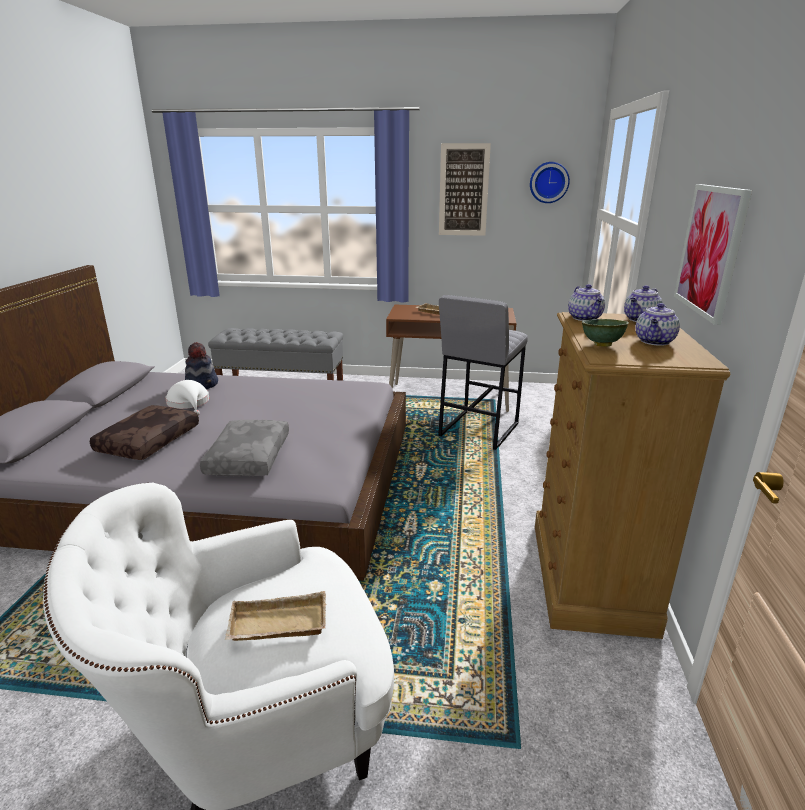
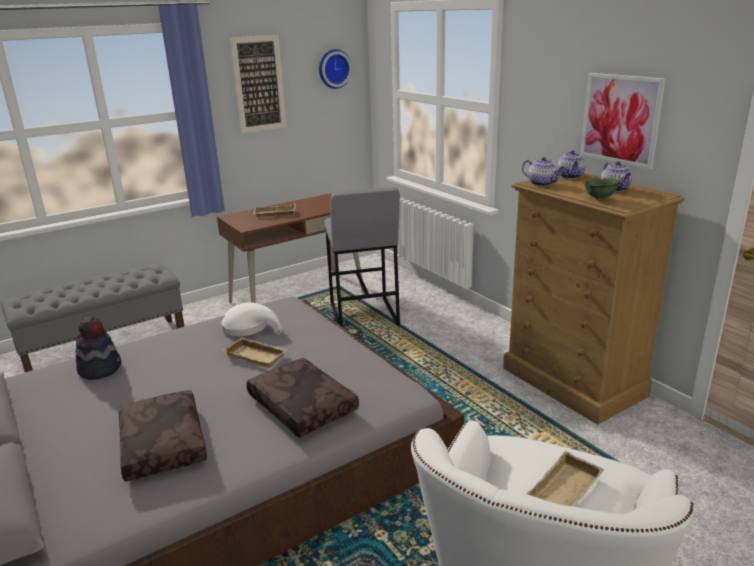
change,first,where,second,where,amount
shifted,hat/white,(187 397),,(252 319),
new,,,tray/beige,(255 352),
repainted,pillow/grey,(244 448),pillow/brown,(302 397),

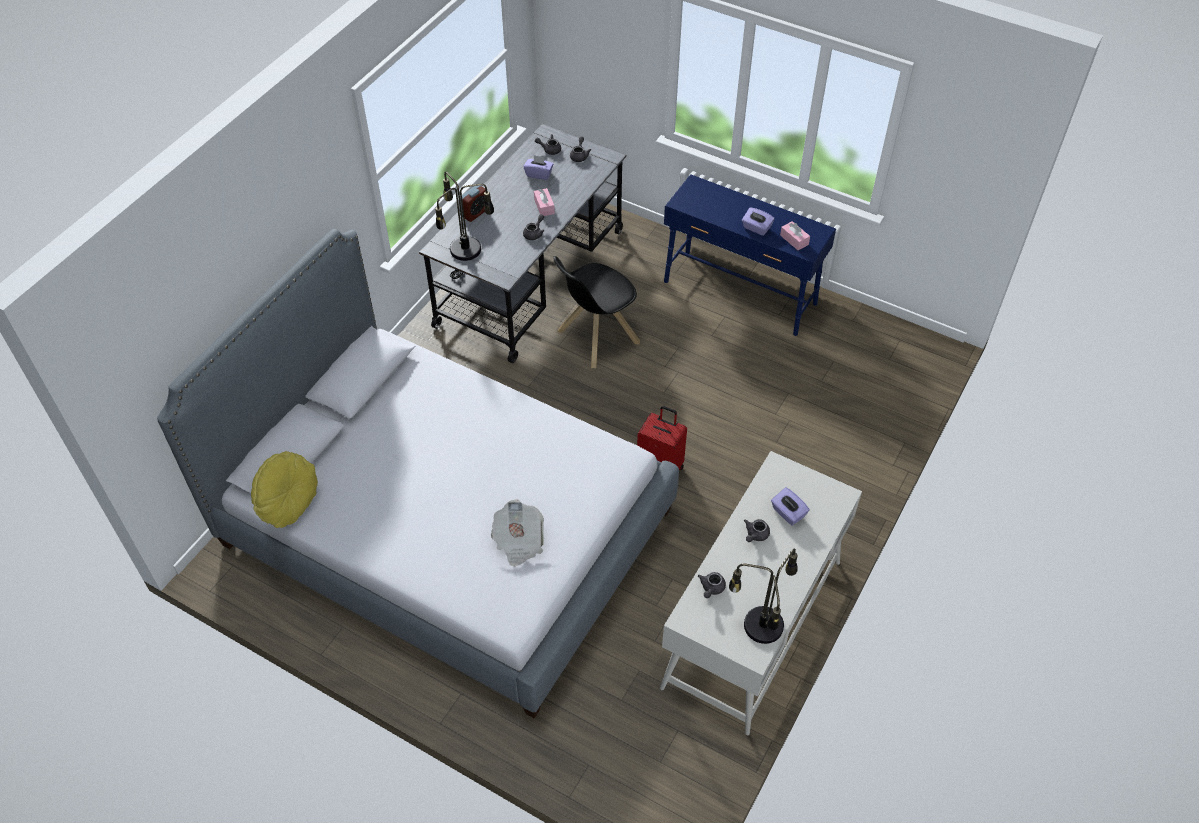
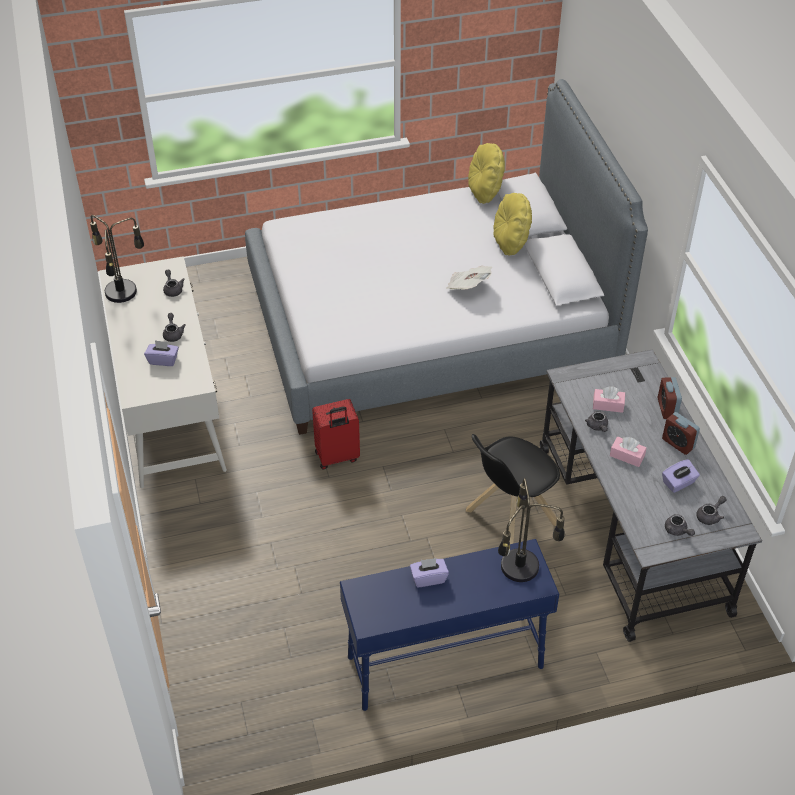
change,first,where,second,where,amount
shifted,newspaper,(517 533),,(469 278),
rotated,chair/black,(596 312),,(512 489),135 degrees counterclockwise
new,,,pillow/yellow,(512 224),
shifted,table lamp,(464 216),,(531 530),
shifted,tissue box/pink,(795 235),,(609 399),
new,,,alarm clock,(681 433),

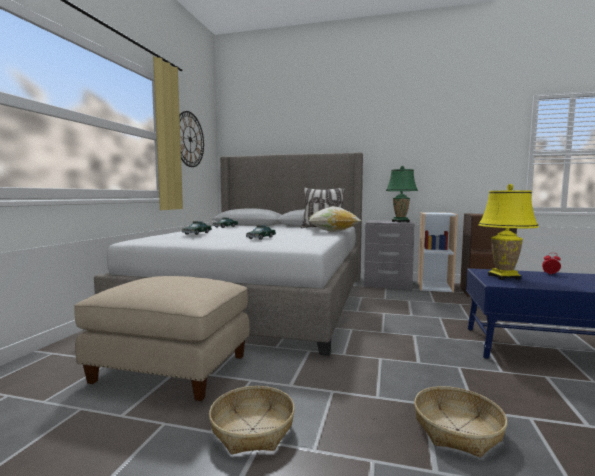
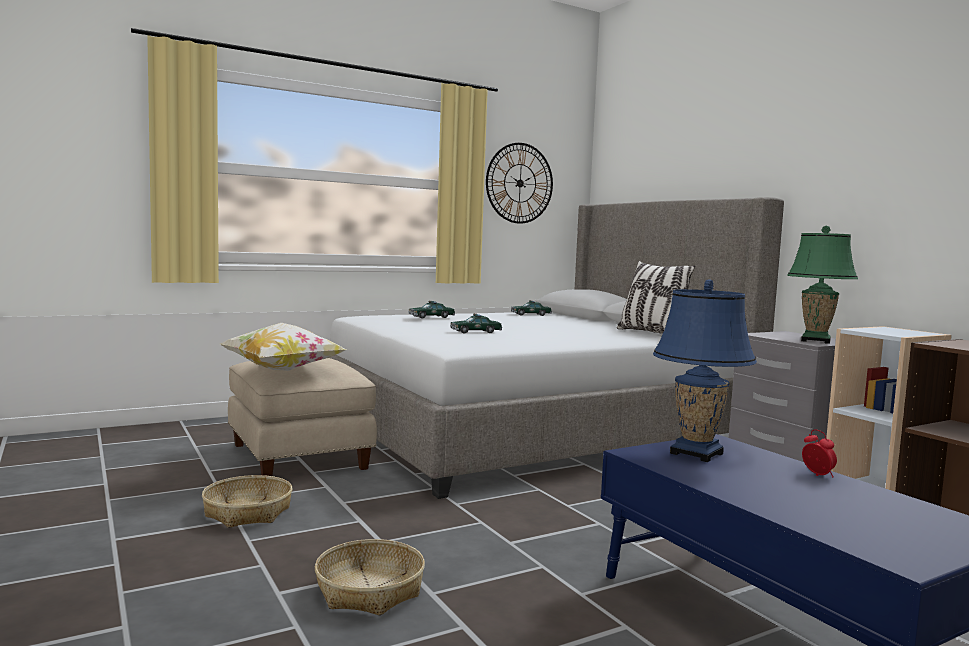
change,first,where,second,where,amount
shifted,pillow,(335 219),,(284 347),
repainted,table lamp/yellow,(508 232),table lamp/blue,(705 370),

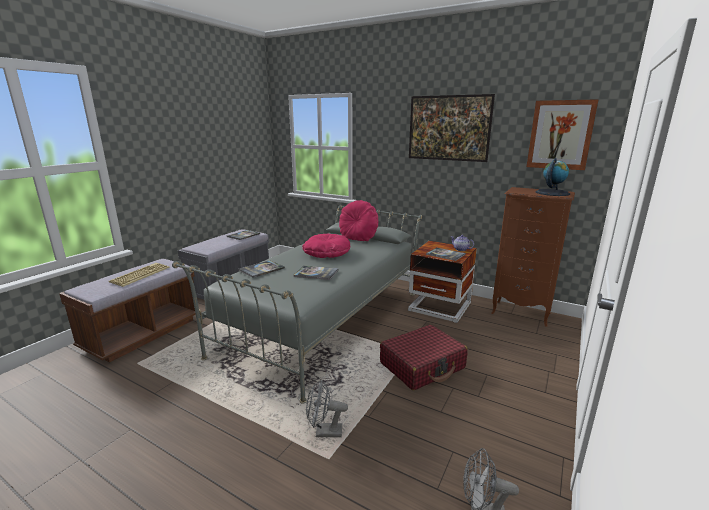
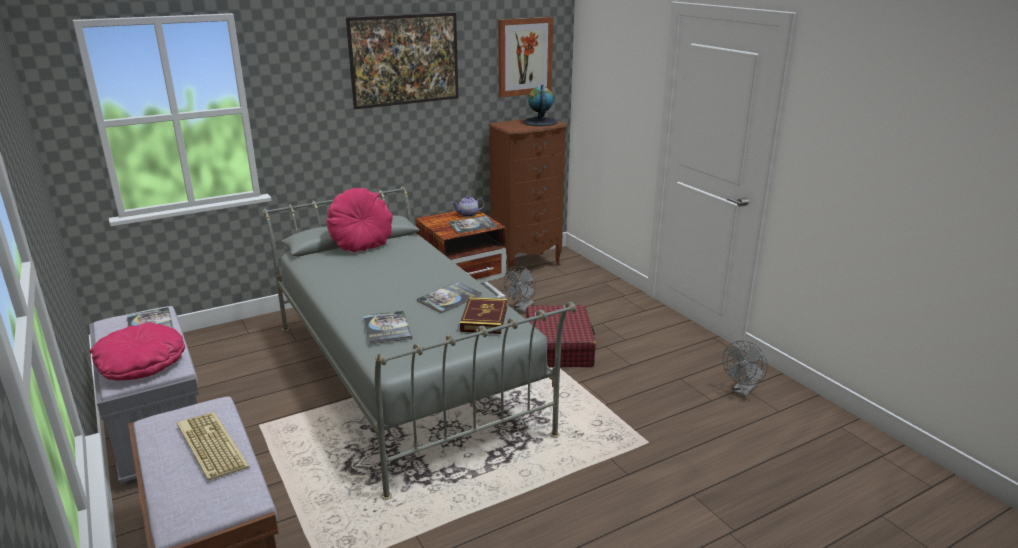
change,first,where,second,where,amount
shifted,pillow/pink,(326 246),,(137 351),
new,,,book,(483 315),
shifted,fan/grey,(327 408),,(520 289),

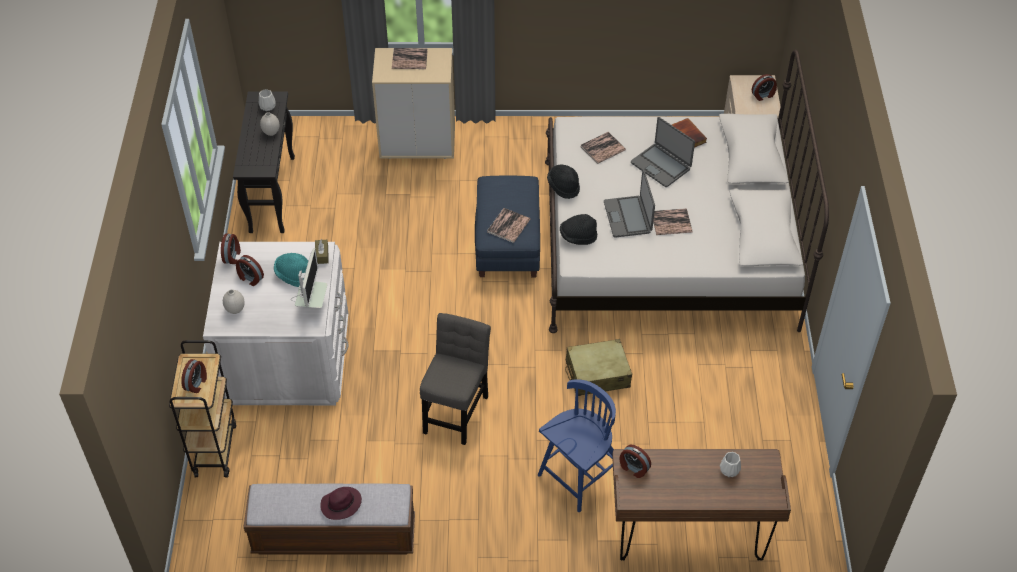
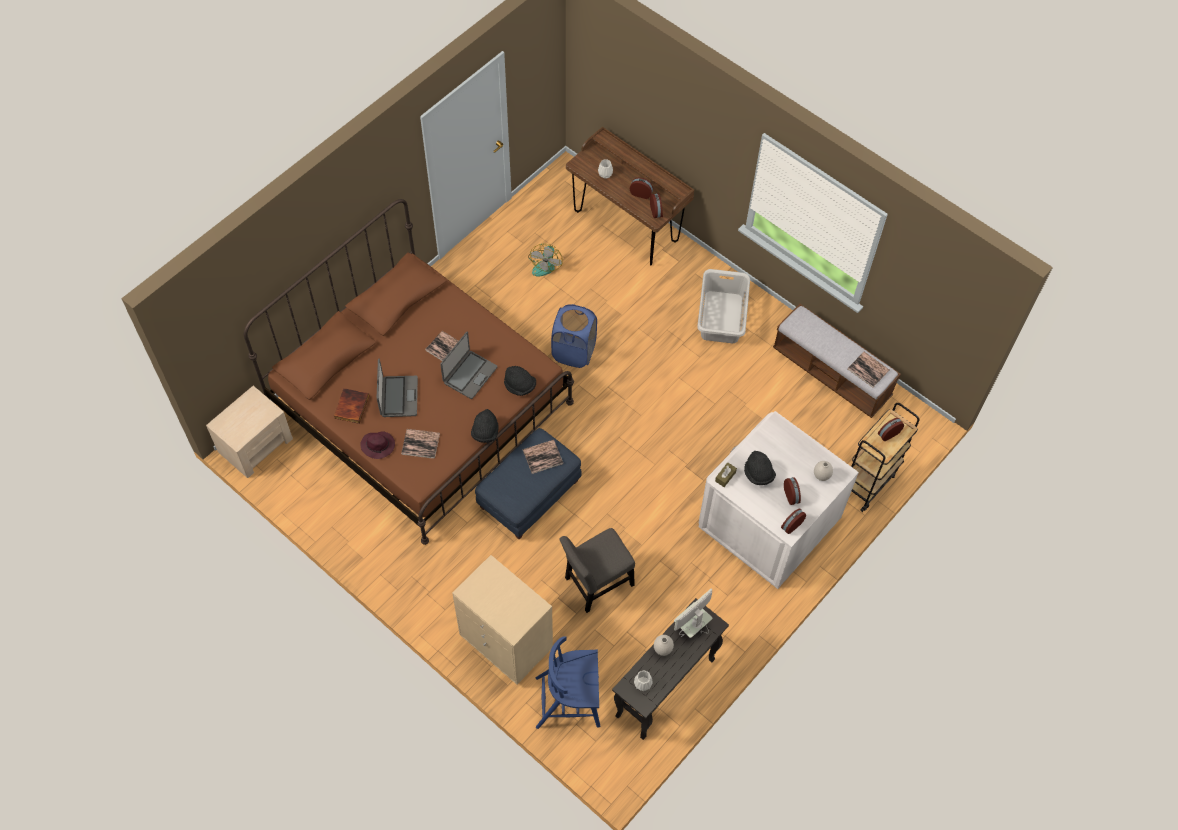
change,first,where,second,where,amount
repainted,bed/white,(687 191),bed/brown,(409 372),
shifted,hat/purple,(341 503),,(377 445),
new,,,fan,(545 260),
shifted,chair/blue,(577 445),,(567 682),
swapped,suitcase/beige,(598 367),laundry basket/blue,(574 336),
shifted,chair/grey,(455 379),,(597 570),
shifted,alarm clock,(764 87),,(641 188),
shifted,monitor,(309 278),,(693 613),
new,,,laundry basket/grey,(723 306),
repainted,hat/turquoise,(291 270),hat/black,(760 468),
shifted,book,(410 58),,(868 370),

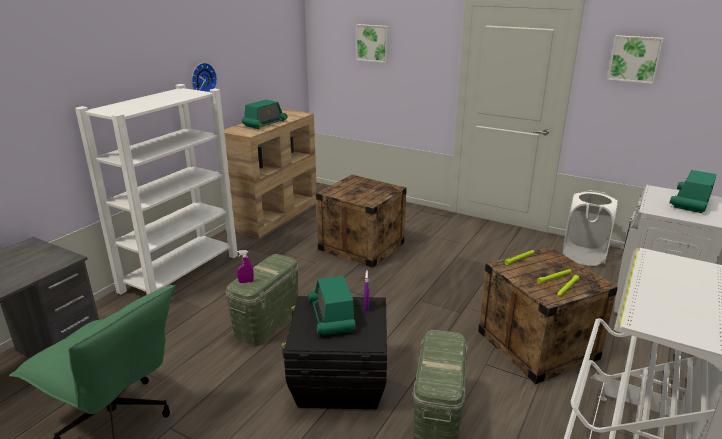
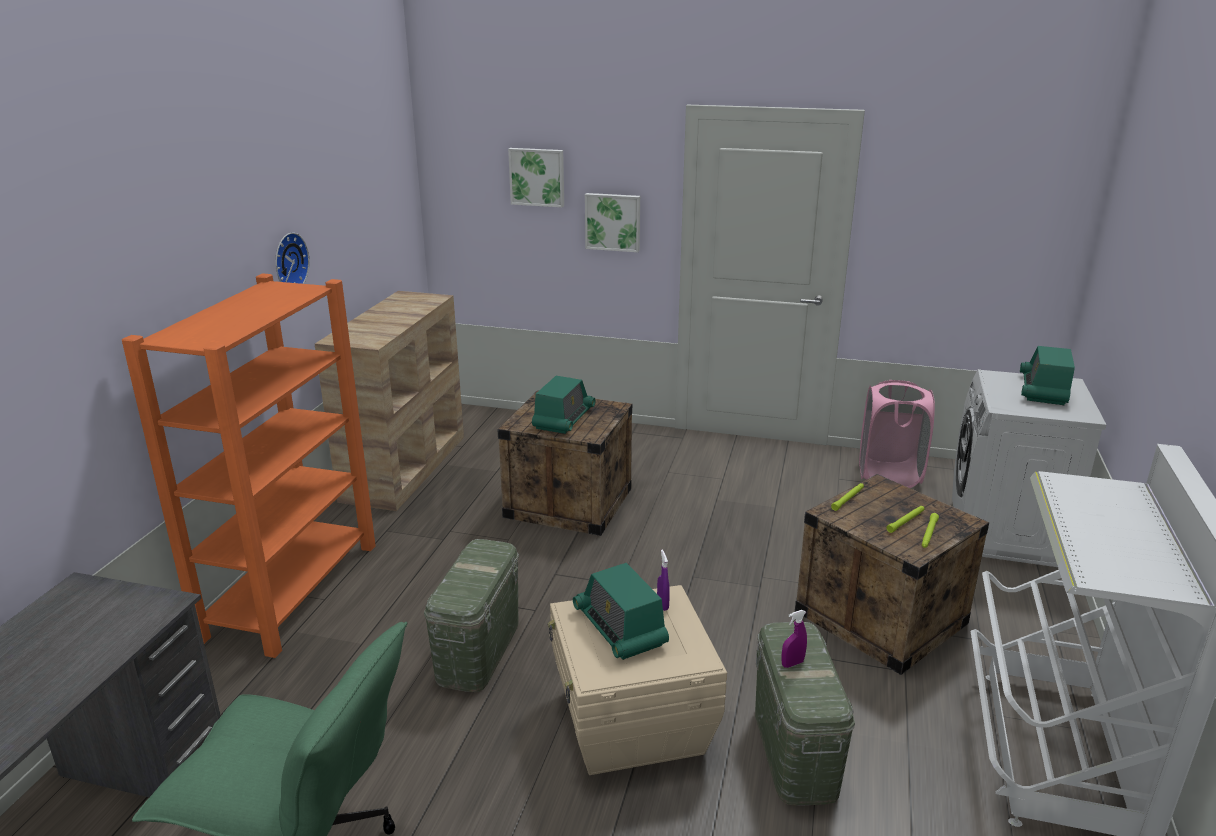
change,first,where,second,where,amount
repainted,bookcase/white,(156 189),bookcase/orange,(249 465),
shifted,radio,(265 114),,(564 405),
repainted,storage box/black,(334 352),storage box/beige,(637 680),
shifted,picture,(635 59),,(612 222),
shifted,spray bottle/purple,(245 266),,(794 639),
repainted,laundry basket/white,(590 228),laundry basket/pink,(897 434),

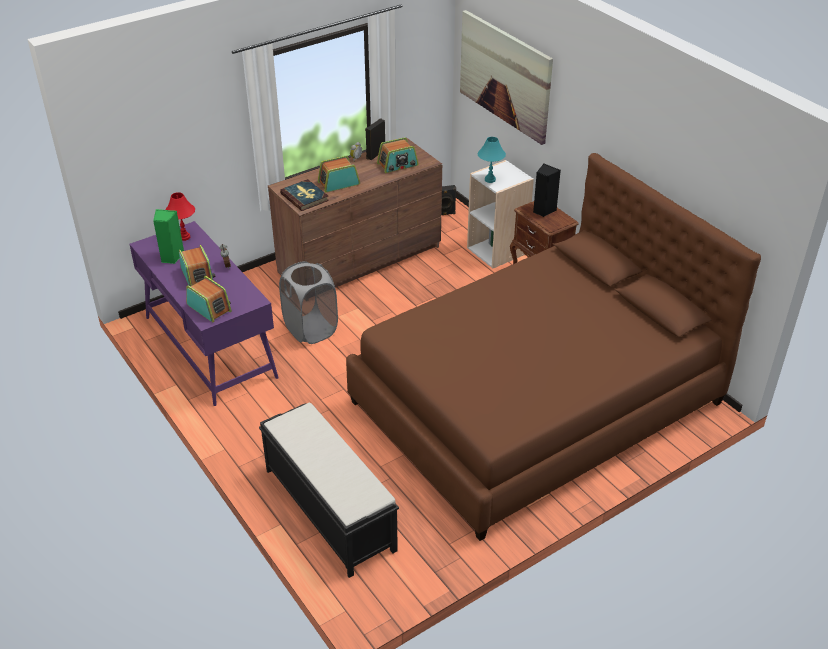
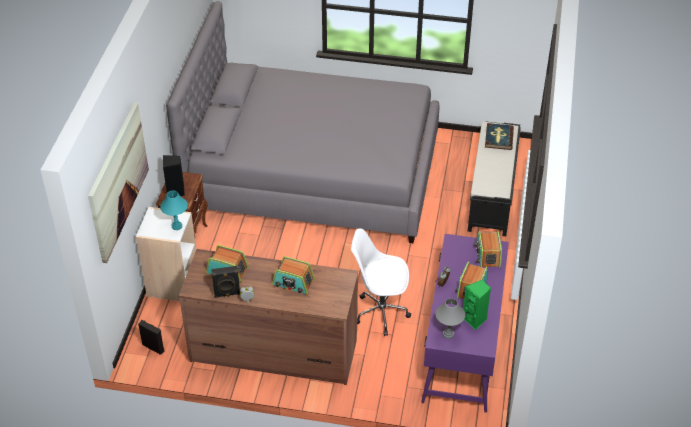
change,first,where,second,where,amount
repainted,bed/brown,(553 347),bed/grey,(303 122),
swapped,laundry basket/grey,(308 302),office chair/white,(381 282),
repainted,table lamp/red,(180 216),table lamp/grey,(450 318),
shifted,book,(304 195),,(499 136),

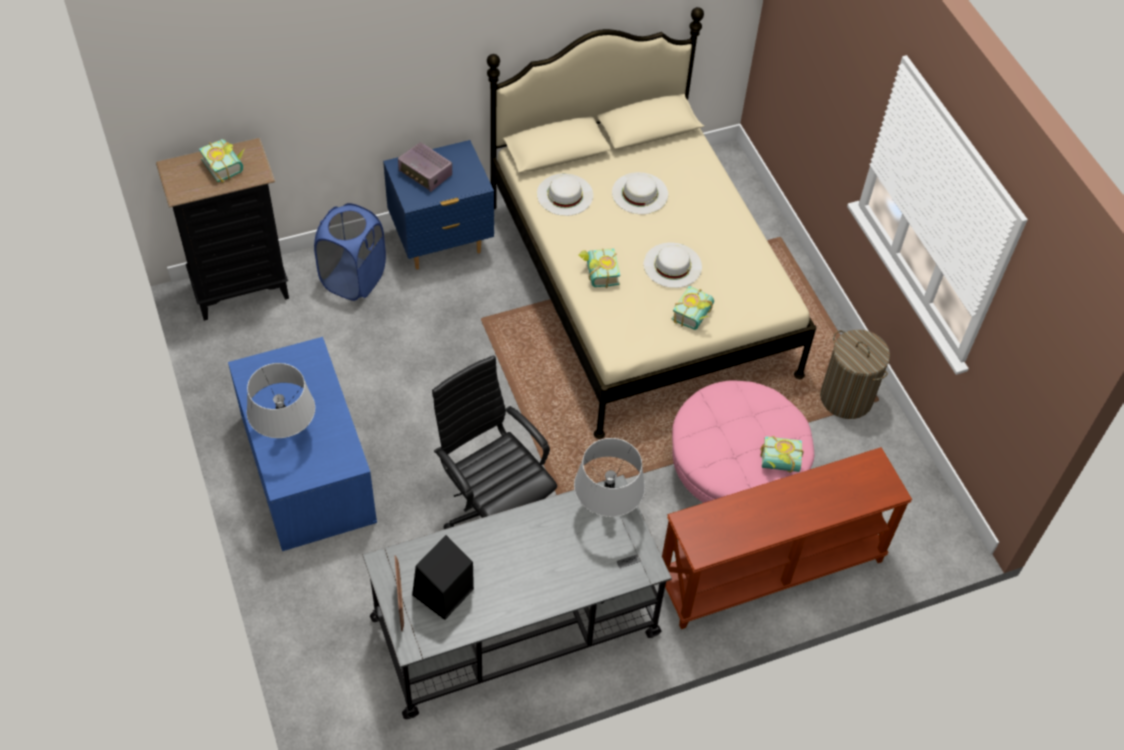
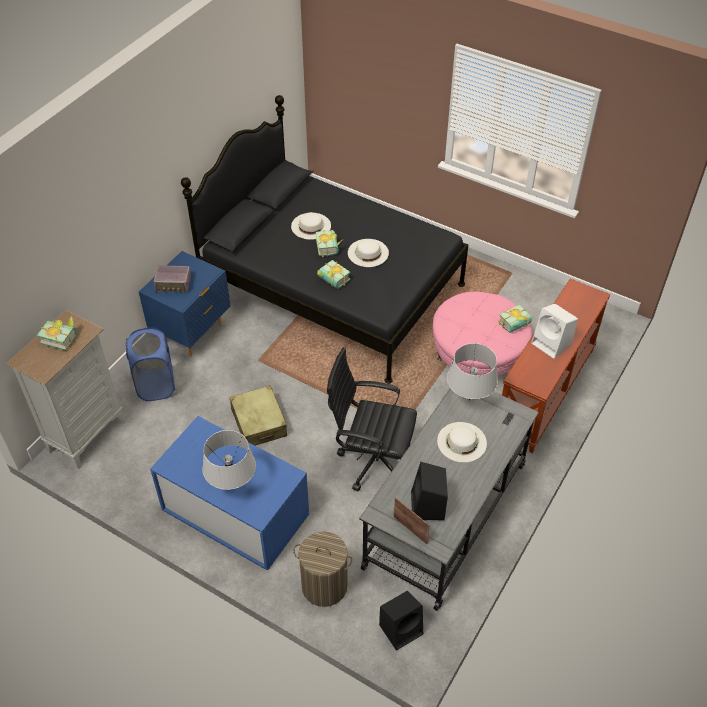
change,first,where,second,where,amount
repainted,dresser/black,(222 229),dresser/white,(65 389),
repainted,bed/beige,(651 223),bed/black,(324 239),
new,,,suitcase/beige,(258 415),
shifted,laundry basket,(855 374),,(322 569),
shifted,book,(693 308),,(330 243),
new,,,speaker/black,(401 621),
shifted,hat/white,(565 195),,(462 442),
new,,,speaker/white,(554 331),

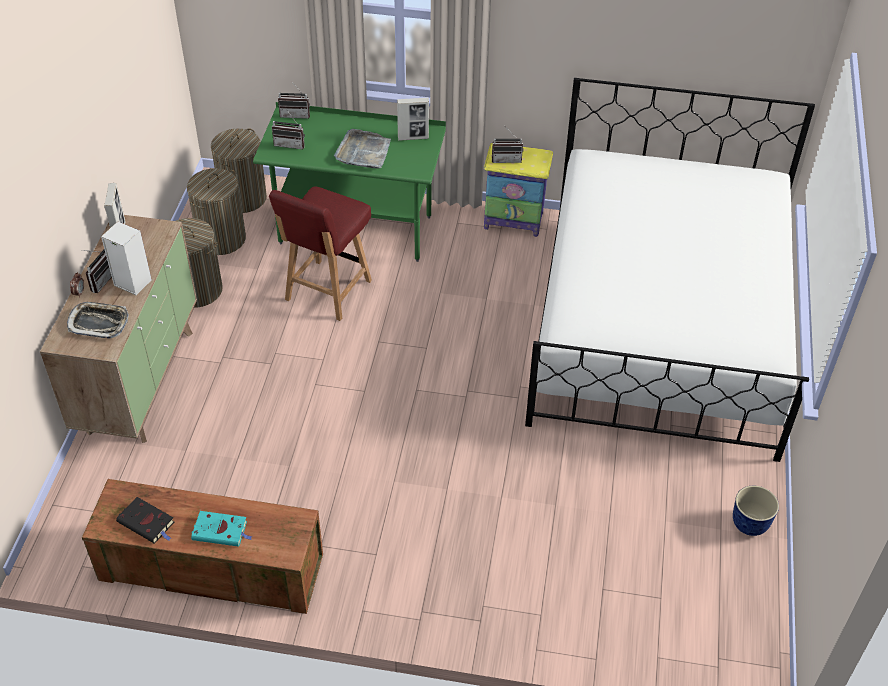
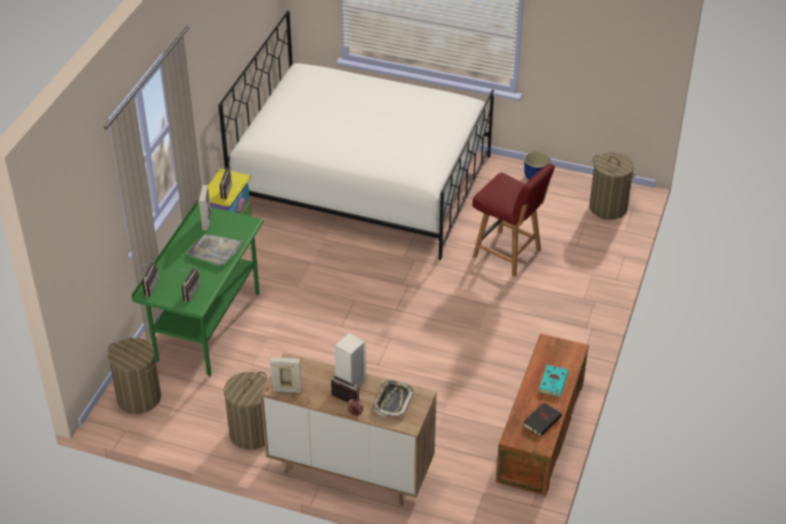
change,first,where,second,where,amount
shifted,chair/red,(320 253),,(513 220),
shifted,laundry basket,(216 211),,(612 186),

